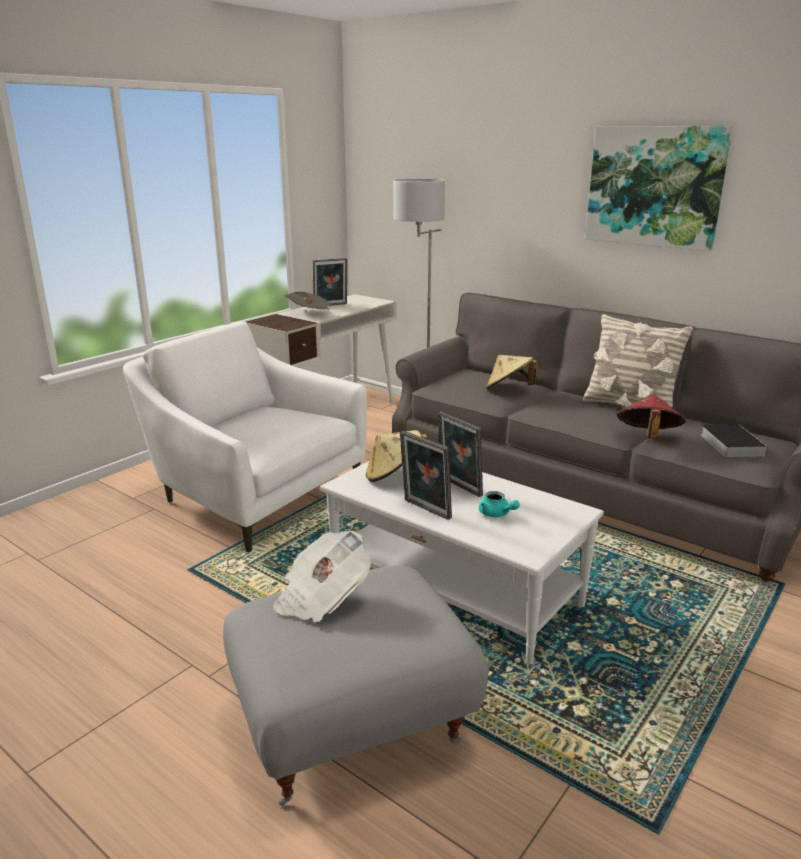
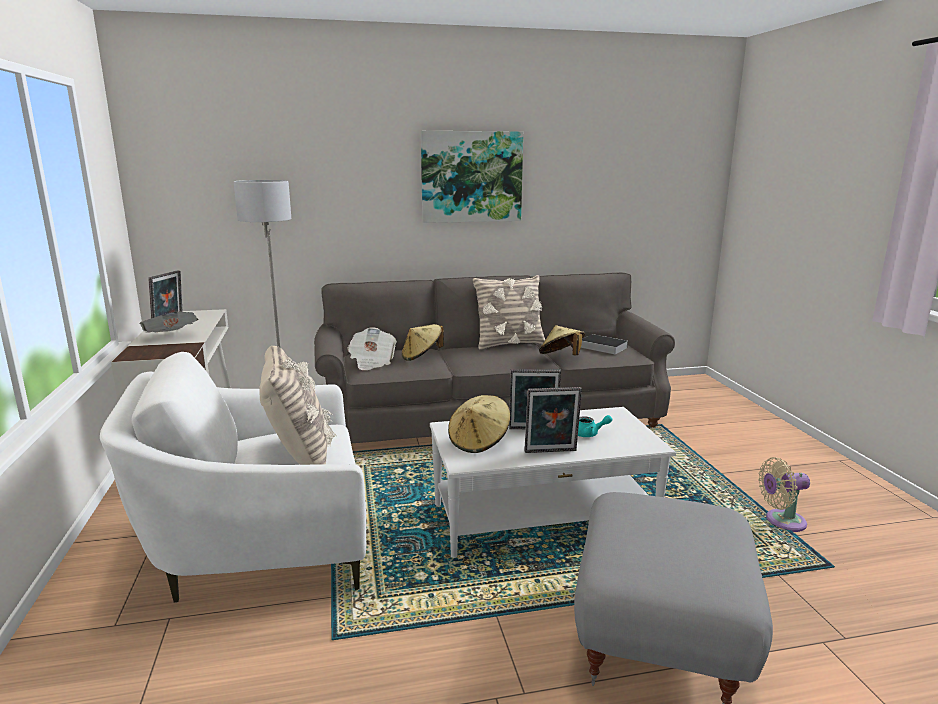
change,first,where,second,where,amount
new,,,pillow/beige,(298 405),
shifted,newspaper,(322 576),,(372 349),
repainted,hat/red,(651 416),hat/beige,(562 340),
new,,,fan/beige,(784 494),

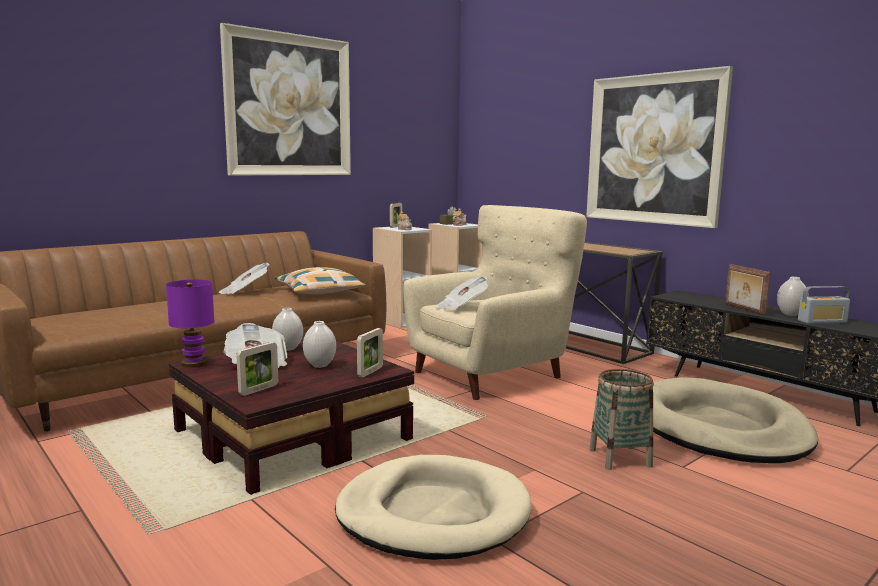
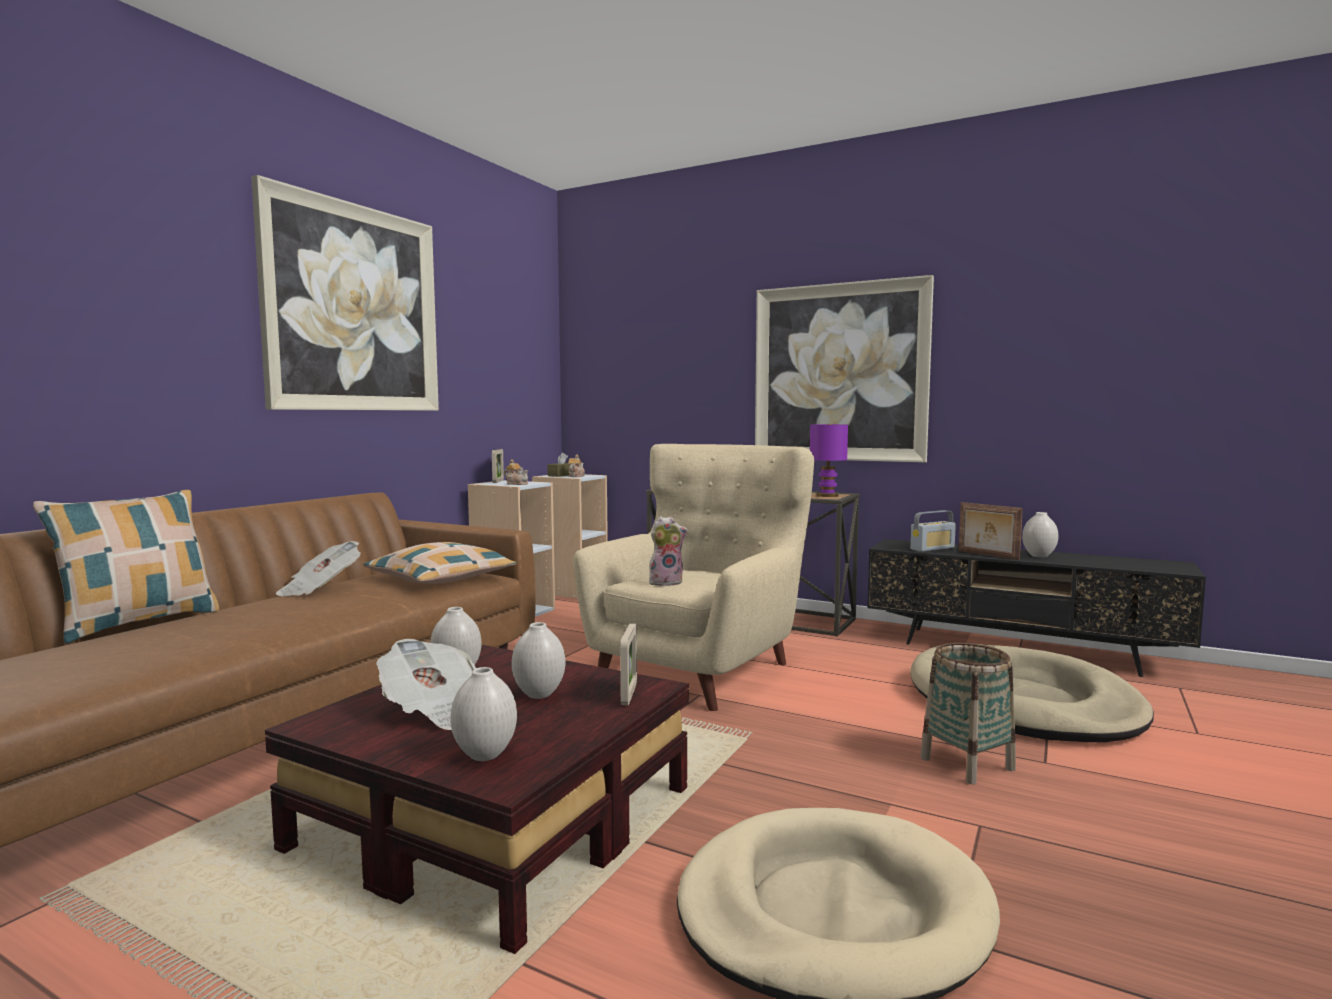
change,first,where,second,where,amount
new,,,pillow,(126 567),
swapped,picture frame,(257 369),vase/white,(483 714),
swapped,newspaper,(461 293),plush toy,(668 551),
shifted,table lamp/purple,(190 323),,(829 460),
shifted,radio,(824 305),,(933 531),

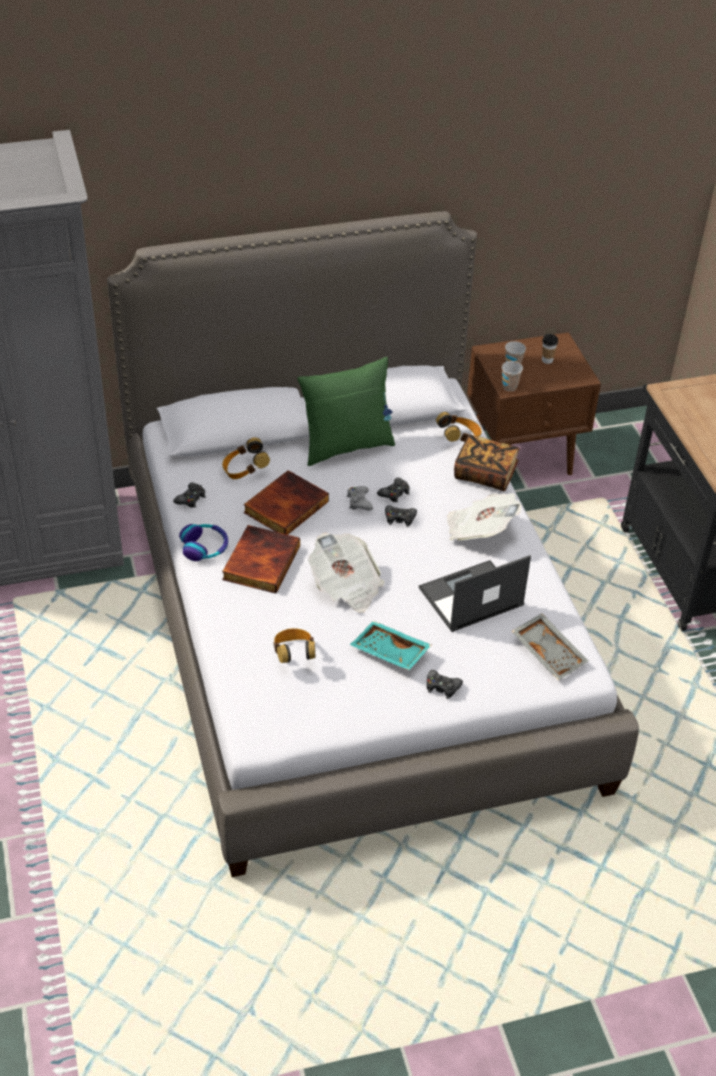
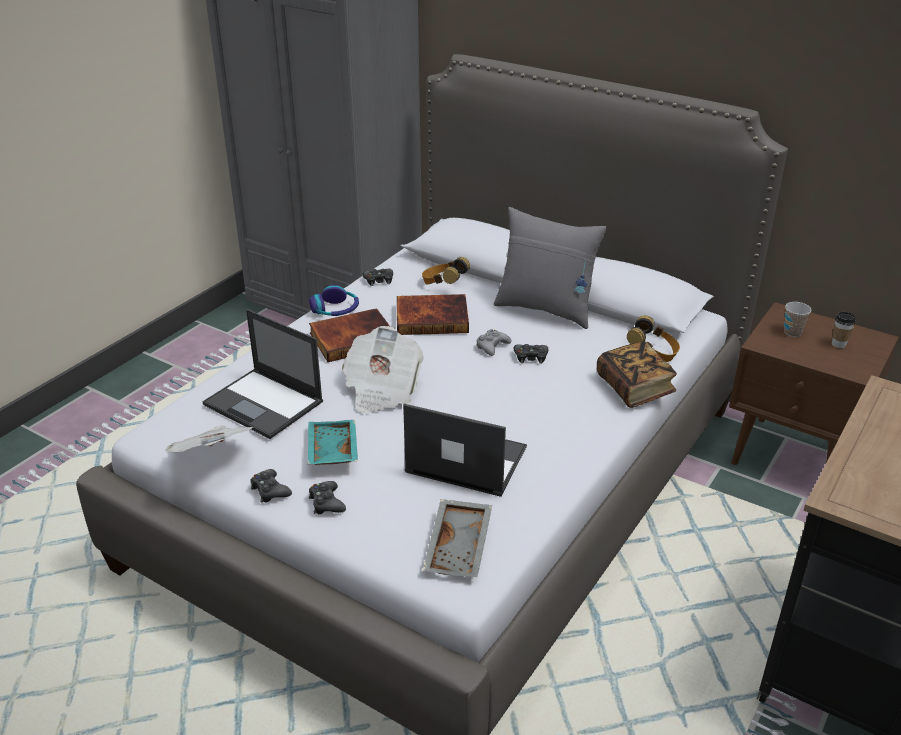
change,first,where,second,where,amount
shifted,newspaper,(484 517),,(209 438),
swapped,headphones,(294 645),laptop,(262 374),
shifted,game controller/black,(401 516),,(271 486),
repainted,pillow/green,(346 411),pillow/grey,(550 268),
gone,cup,(512 376),,,

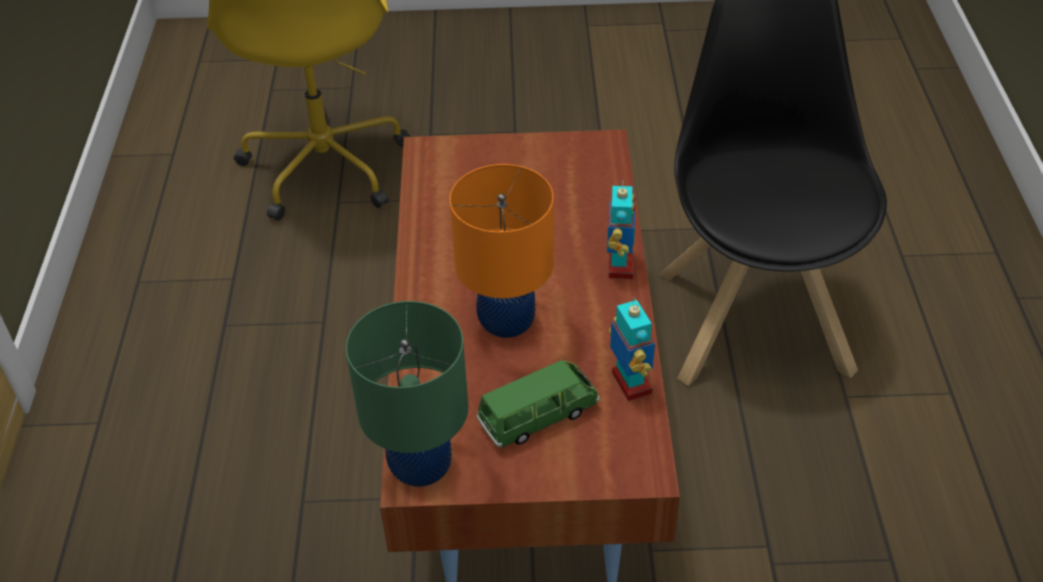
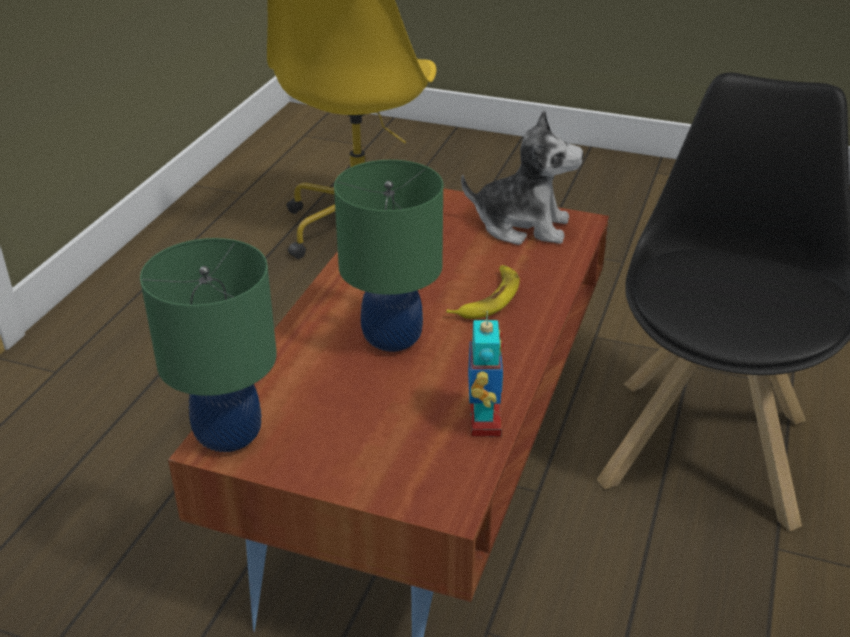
change,first,where,second,where,amount
repainted,table lamp/orange,(502 251),table lamp/green,(388 256),
new,,,banana,(483 292),
new,,,plush toy,(522 177),
gone,toy car/green,(538 404),,,
gone,toy robot,(621 231),,,

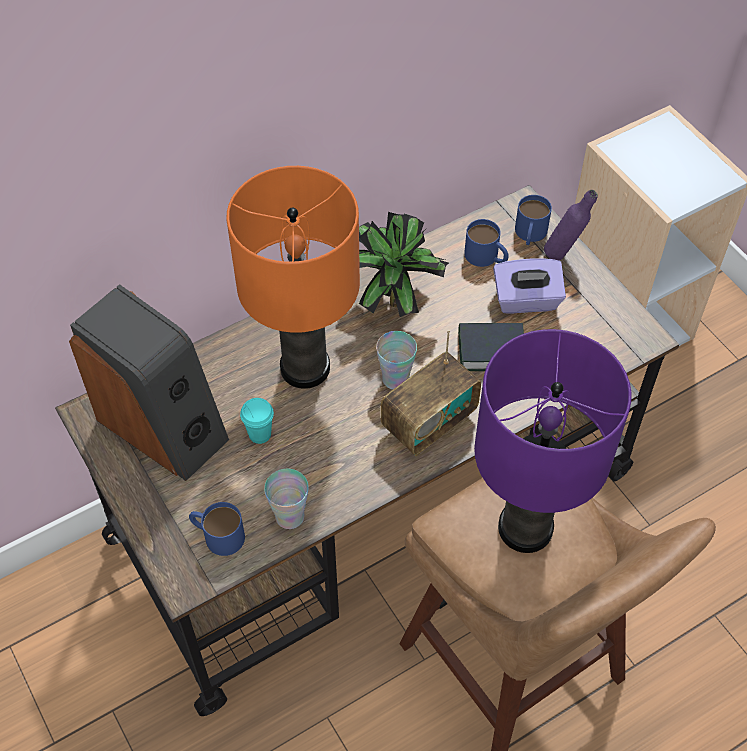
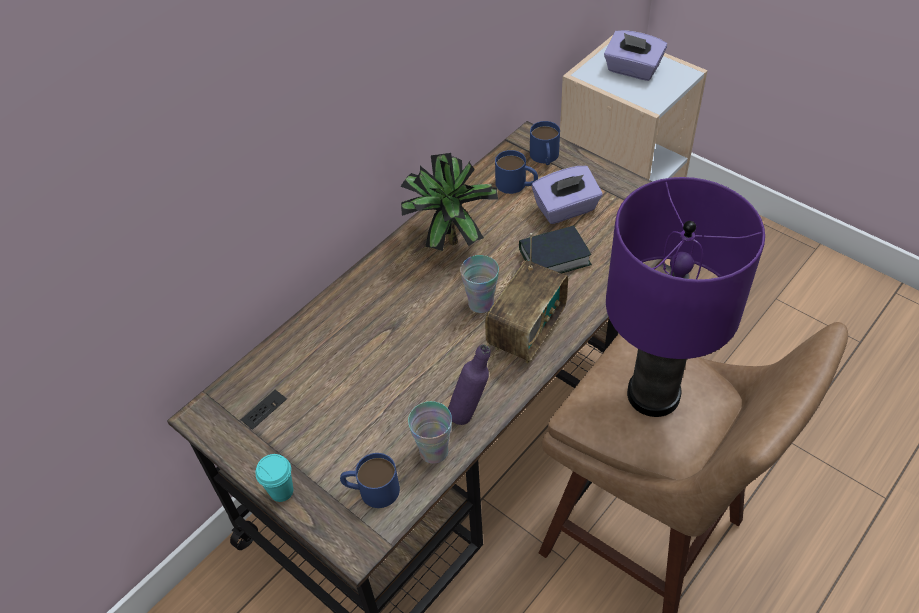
change,first,where,second,where,amount
shifted,cup/turquoise,(257 421),,(274 478),
shifted,bottle/purple,(571 225),,(469 384),
new,,,tissue box/purple,(635 55),
gone,speaker,(149 382),,,
gone,table lamp/orange,(293 277),,,

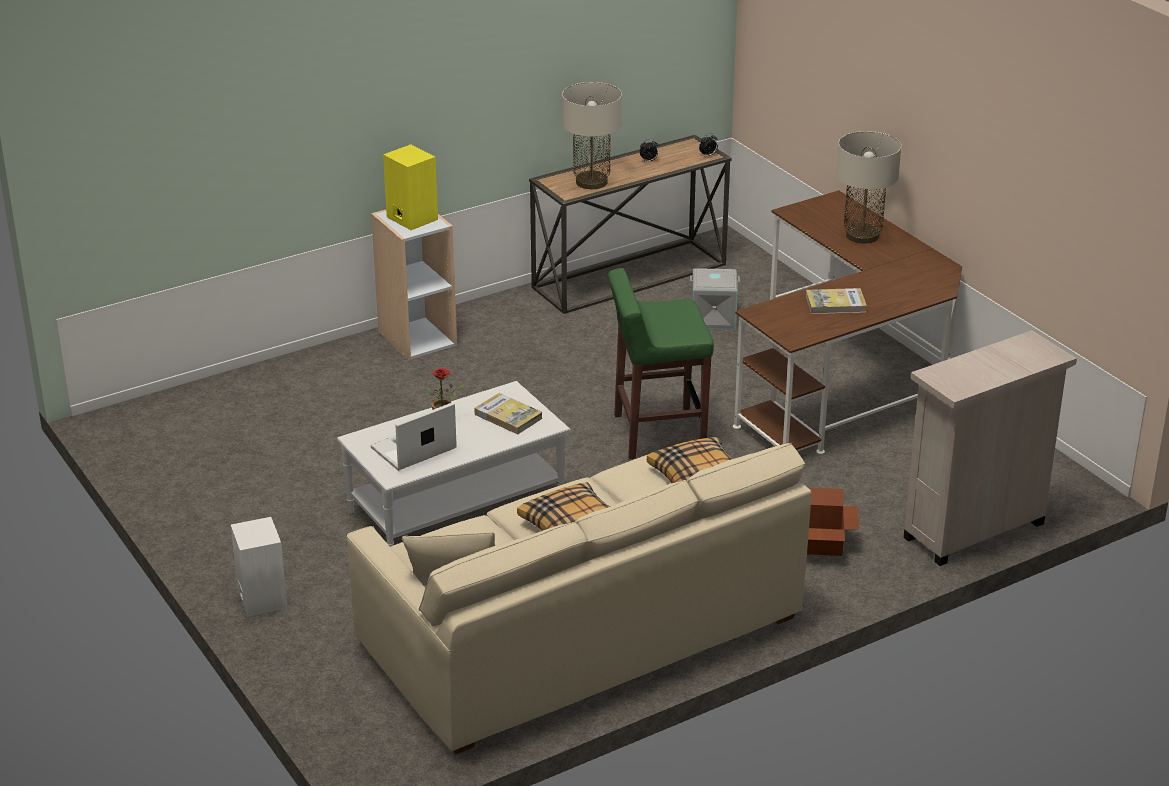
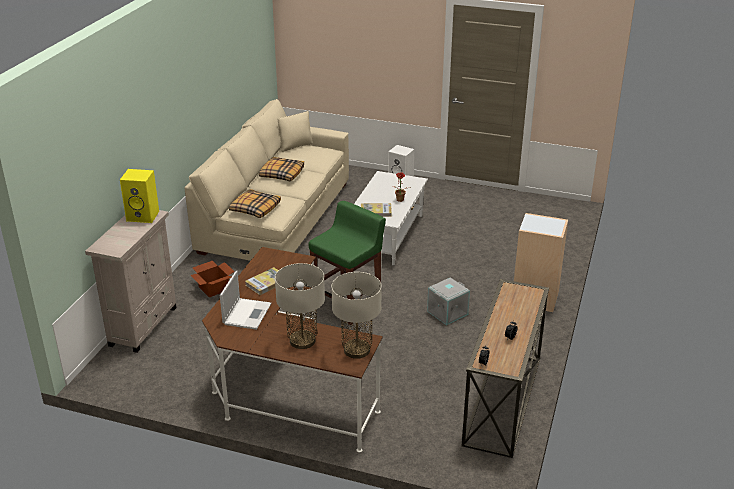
change,first,where,second,where,amount
shifted,speaker/yellow,(410 187),,(139 196),
shifted,laptop,(413 436),,(245 300),
shifted,table lamp,(592 135),,(357 315),
shifted,storage box/grey,(715 299),,(448 301),

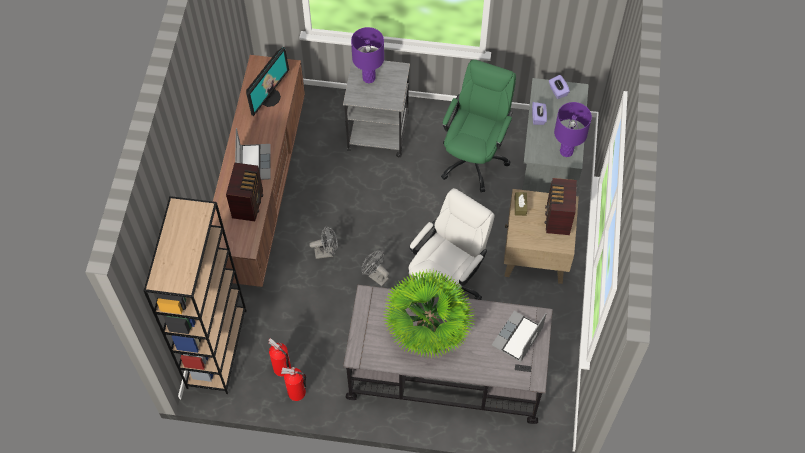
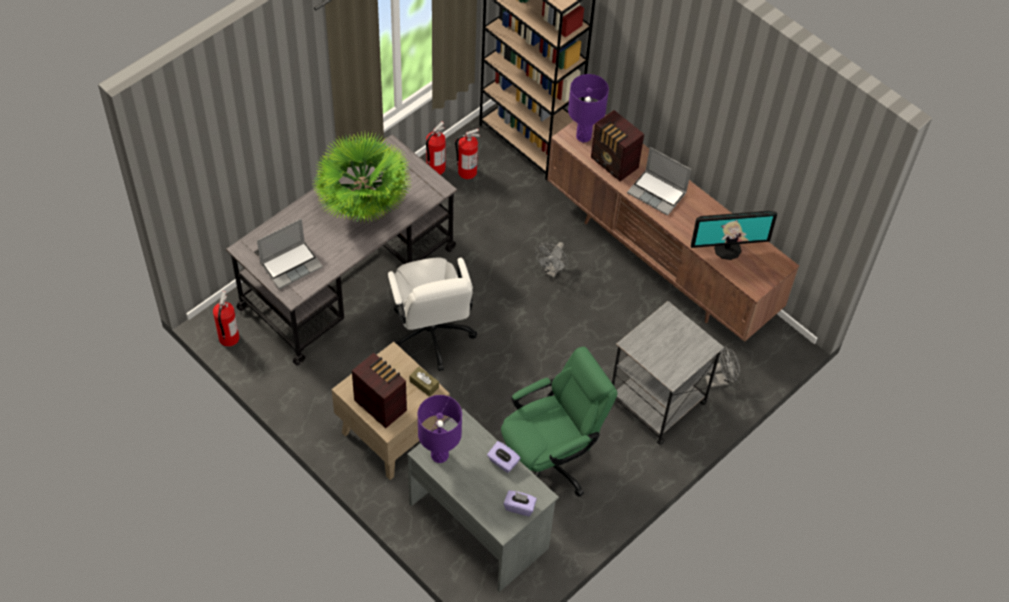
change,first,where,second,where,amount
new,,,fire extinguisher,(226 319),
rotated,laptop,(519 336),,(290 254),75 degrees clockwise
rotated,office chair/green,(478 126),,(559 421),90 degrees counterclockwise
shifted,table lamp/purple,(367 55),,(588 108),
rotated,monitor,(267 81),,(734 235),75 degrees counterclockwise
shifted,fan/grey,(375 268),,(722 367),

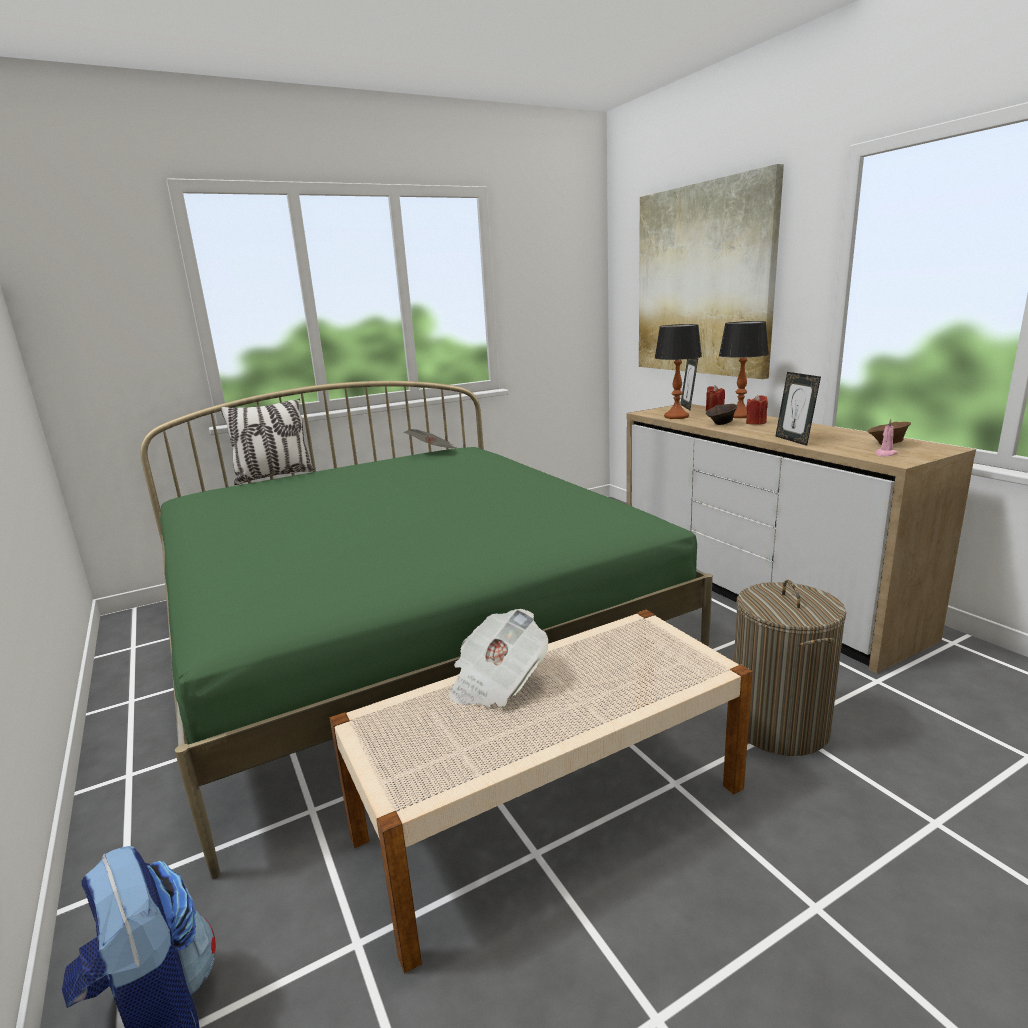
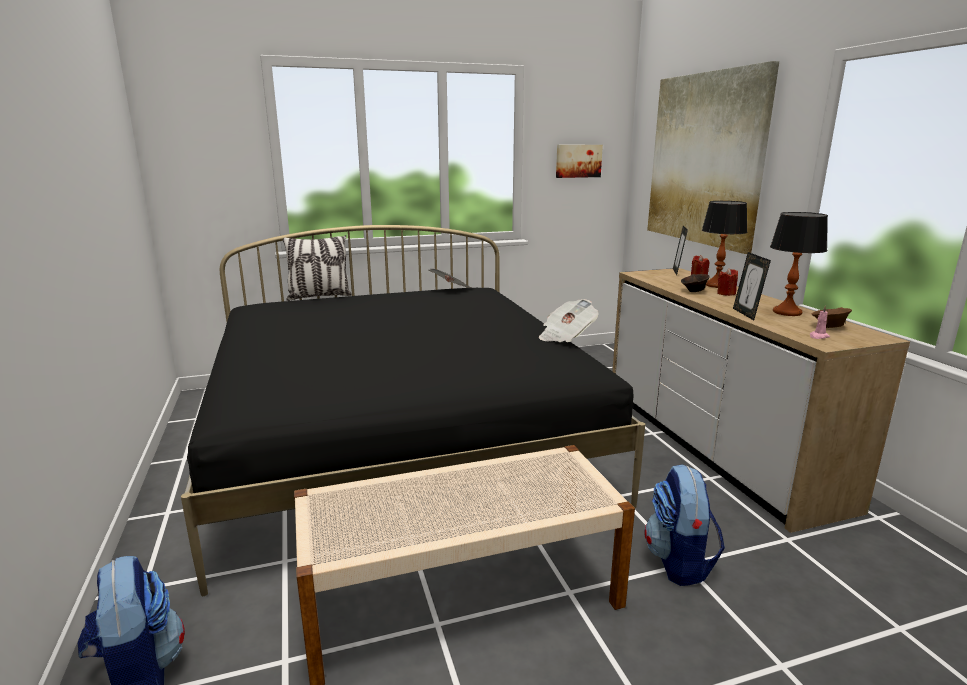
change,first,where,second,where,amount
repainted,bed/green,(426 630),bed/black,(413 410),
shifted,newspaper,(498 658),,(568 320),
new,,,picture,(579 161),
swapped,laundry basket,(790 668),backpack,(685 525),
shifted,table lamp,(678 371),,(799 264),

